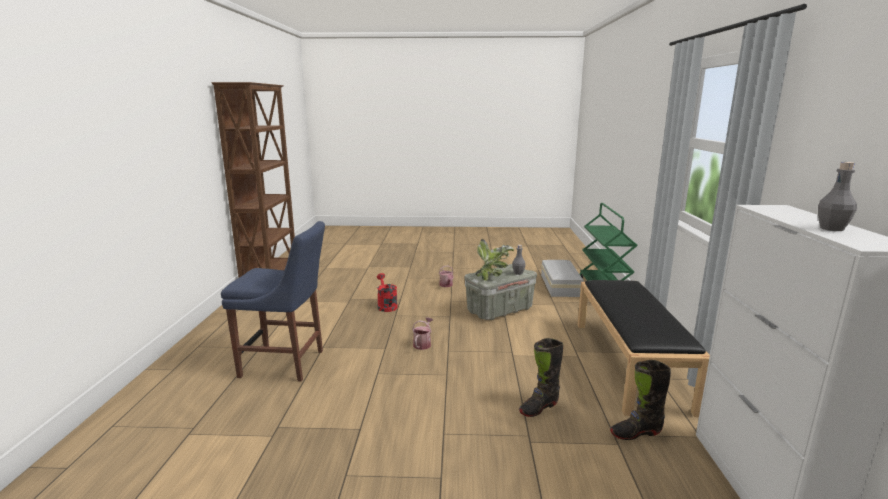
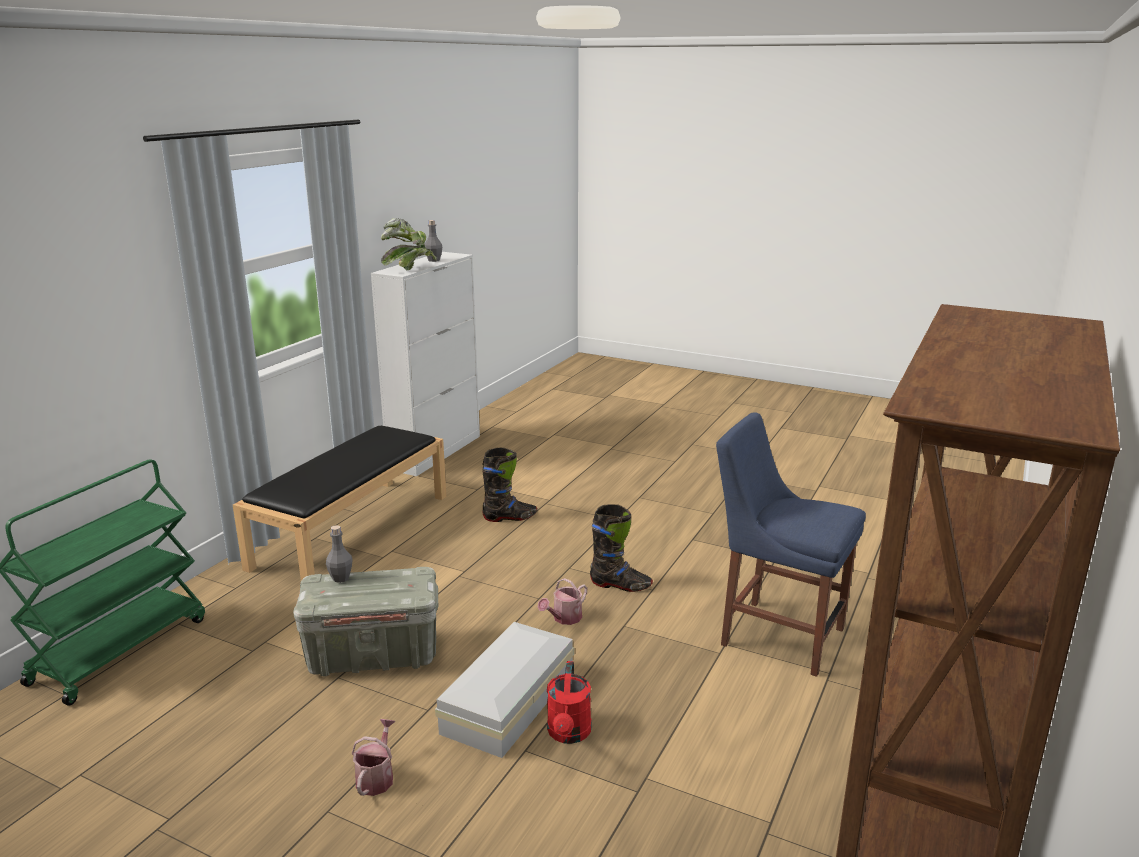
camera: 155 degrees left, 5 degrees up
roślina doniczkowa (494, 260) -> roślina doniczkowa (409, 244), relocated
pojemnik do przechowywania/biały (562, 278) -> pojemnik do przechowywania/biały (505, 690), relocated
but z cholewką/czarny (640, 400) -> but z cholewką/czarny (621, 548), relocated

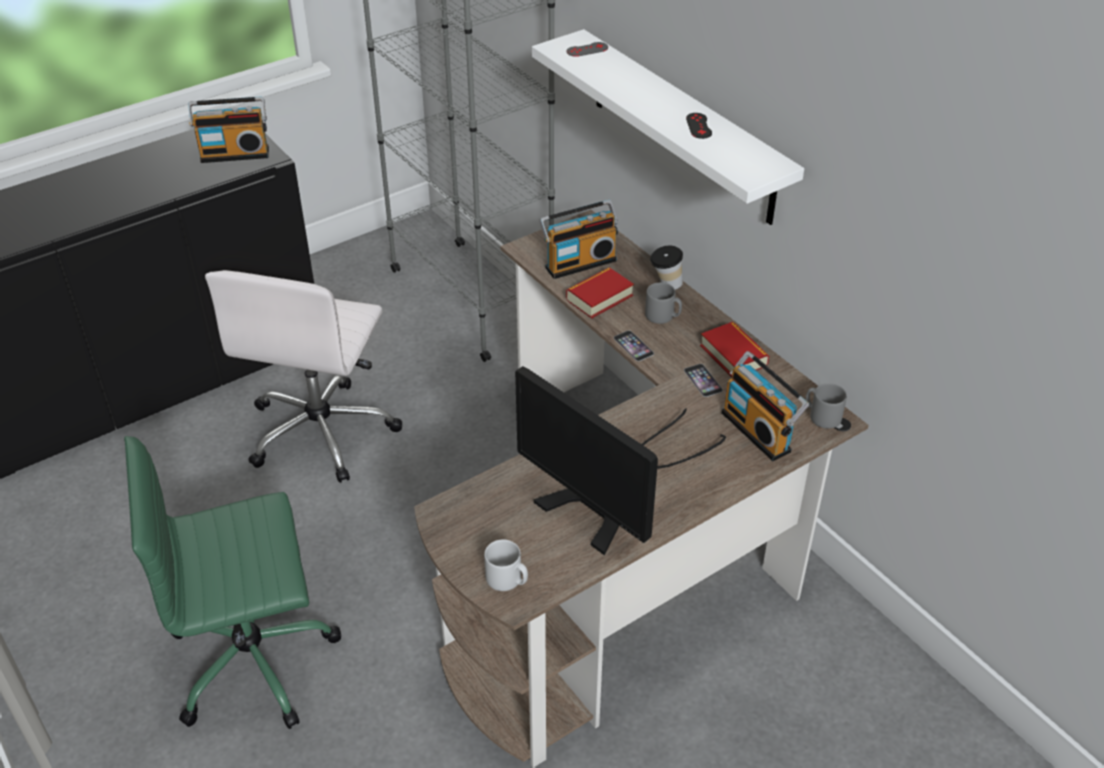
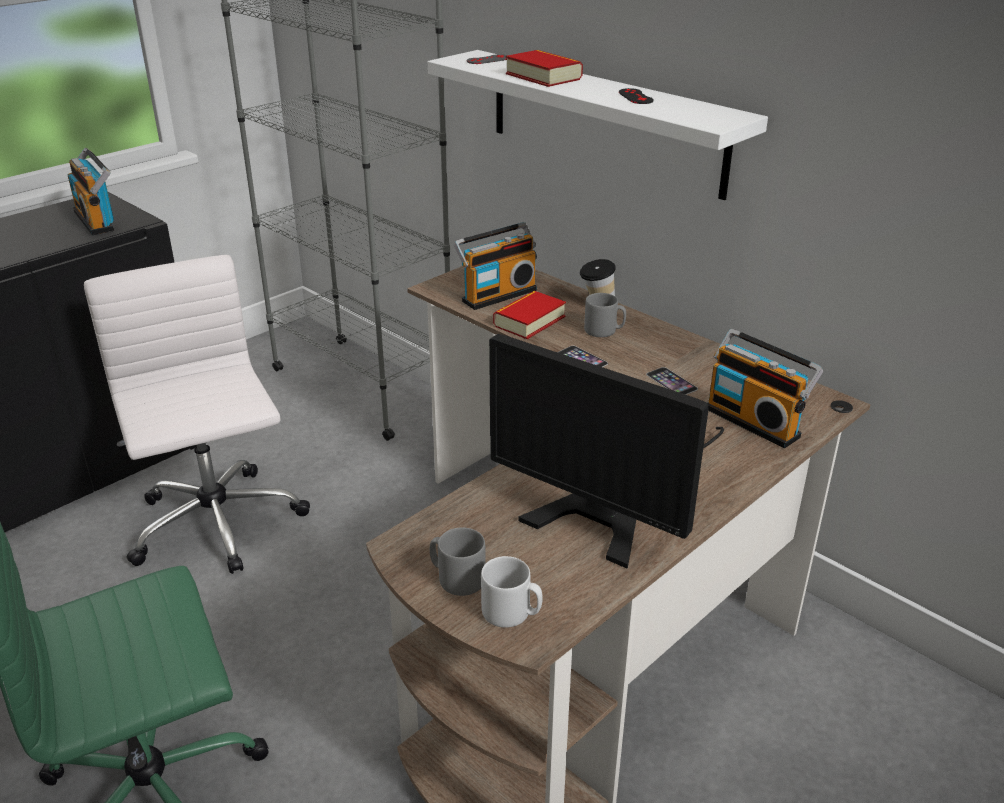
camera: 10 degrees left, 10 degrees down
książka (734, 349) -> książka (544, 68), relocated
kubek/szary (826, 406) -> kubek/szary (458, 561), relocated
radio (228, 130) -> radio (91, 191), 75 degrees clockwise
krzesło biurowe/biały (303, 376) -> krzesło biurowe/biały (197, 414), 150 degrees clockwise

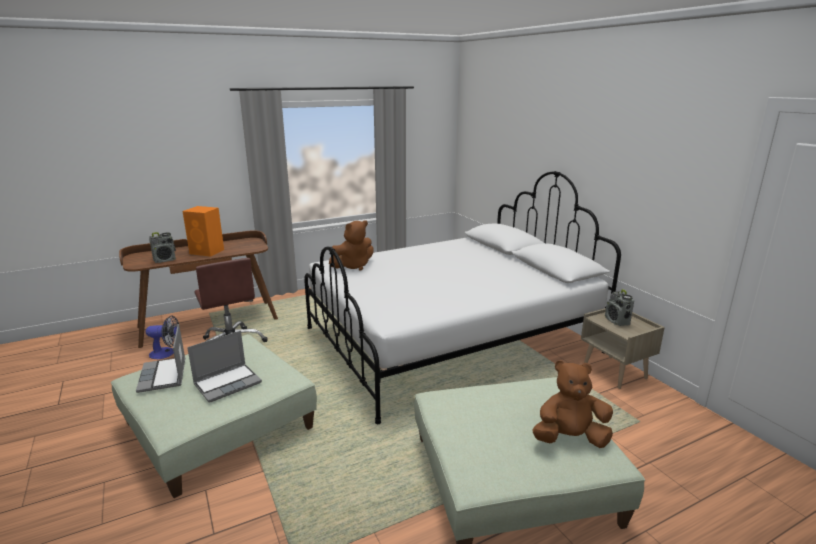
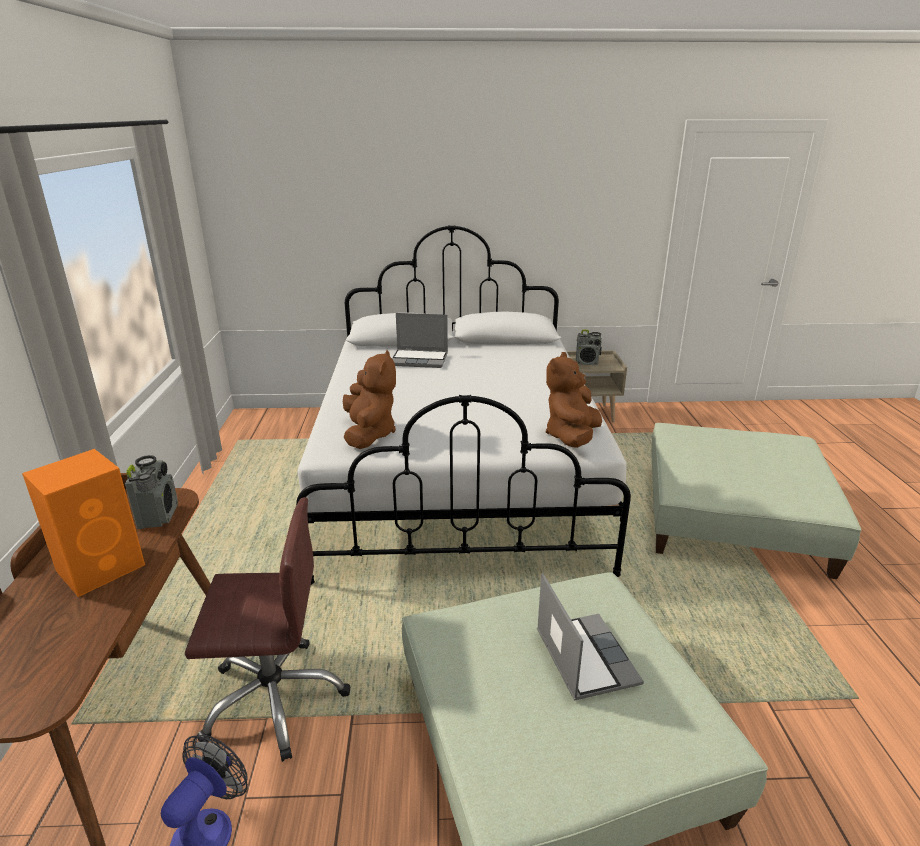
camera: 65 degrees left, 5 degrees up
laptop (160, 358) -> laptop (420, 340), relocated
radio (162, 247) -> radio (151, 492), relocated
pluszak/brązowy (572, 404) -> pluszak/brązowy (574, 400), relocated

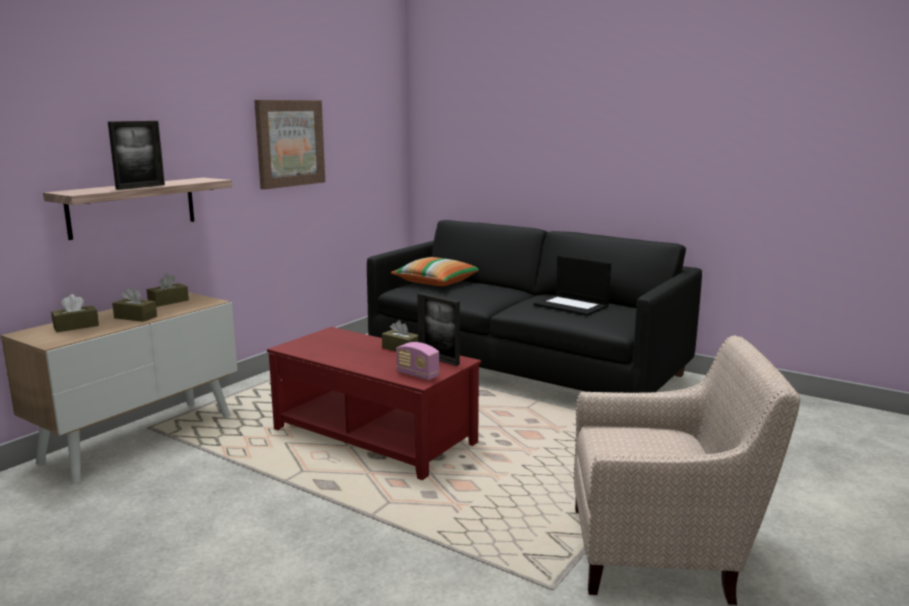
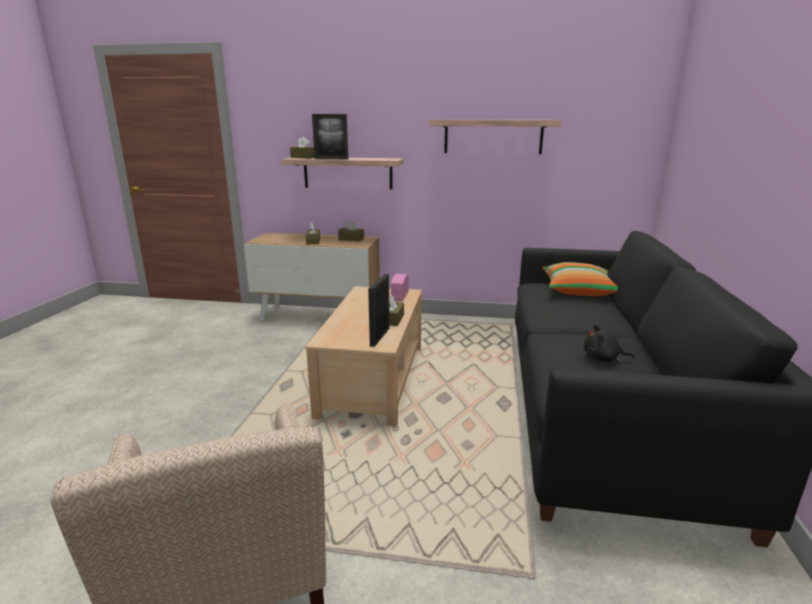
camera: 65 degrees right, 5 degrees up
pudełko chusteczek/brązowy (75, 313) -> pudełko chusteczek/brązowy (302, 148), relocated
radio (418, 361) -> radio (400, 288), relocated
obraz (289, 144) -> półka (495, 137)
laptop (572, 285) -> pluszak/czarny (609, 343)
ława/czerwony (374, 403) -> ława/beżowy (363, 356)

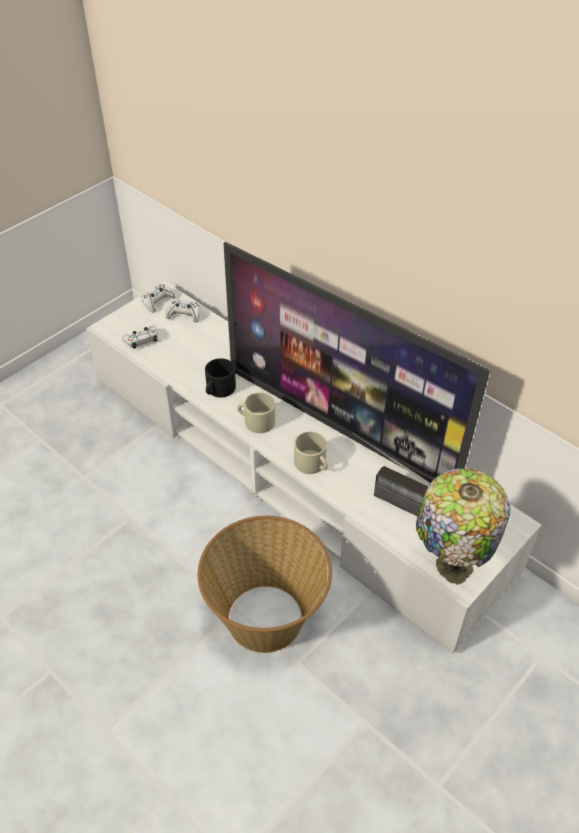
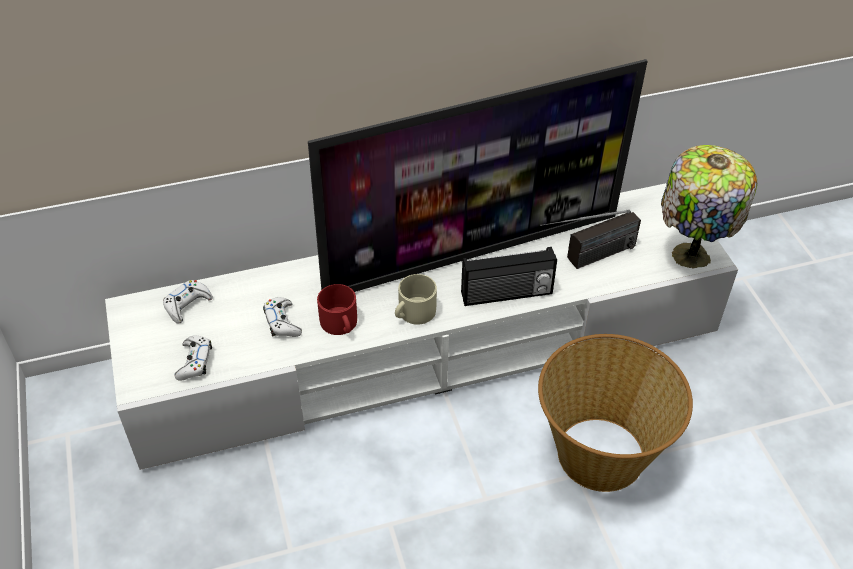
camera: 60 degrees left, 0 degrees up
pad do gier/biały (158, 298) -> pad do gier/biały (282, 317), relocated
kubek/beżowy (311, 453) -> radio (509, 276)
kubek/czarny (220, 378) -> kubek/czerwony (337, 309)

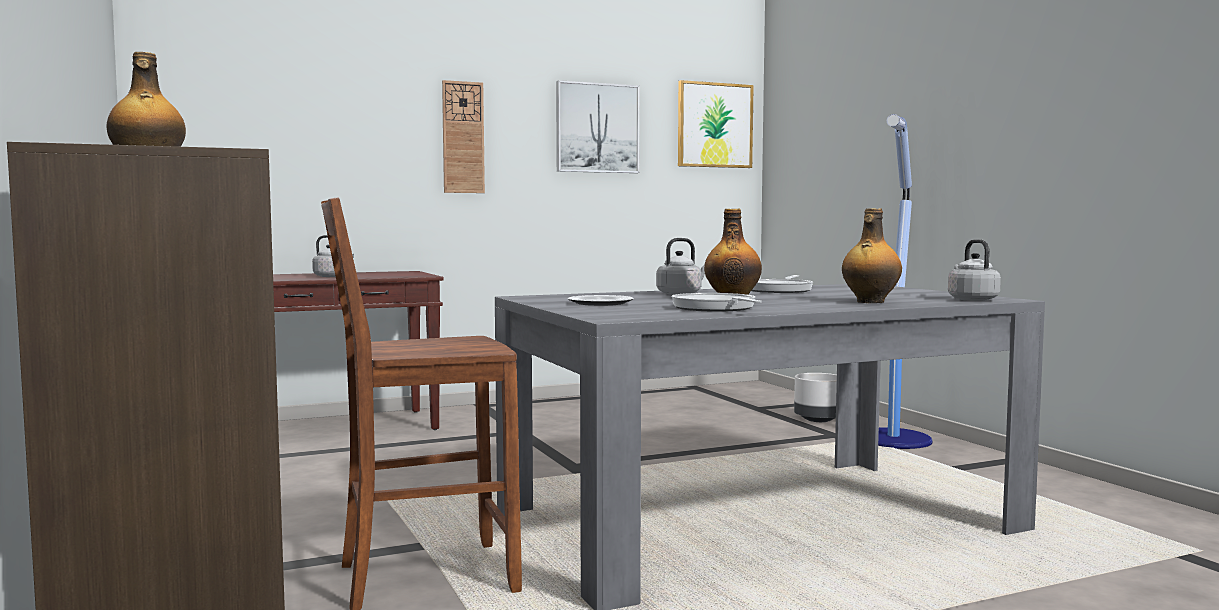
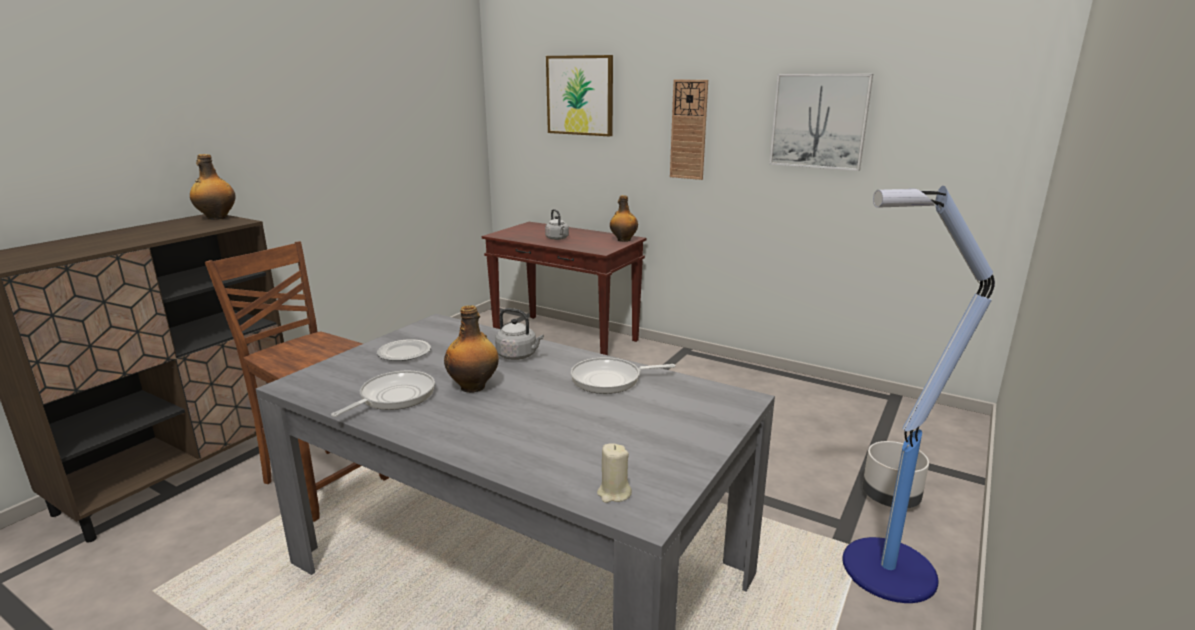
camera: 55 degrees right, 15 degrees up
obraz (716, 124) -> obraz (579, 95), relocated
butelka (872, 255) -> butelka (624, 218), relocated
czajnik/szary (974, 270) -> świeca/beżowy (614, 473)

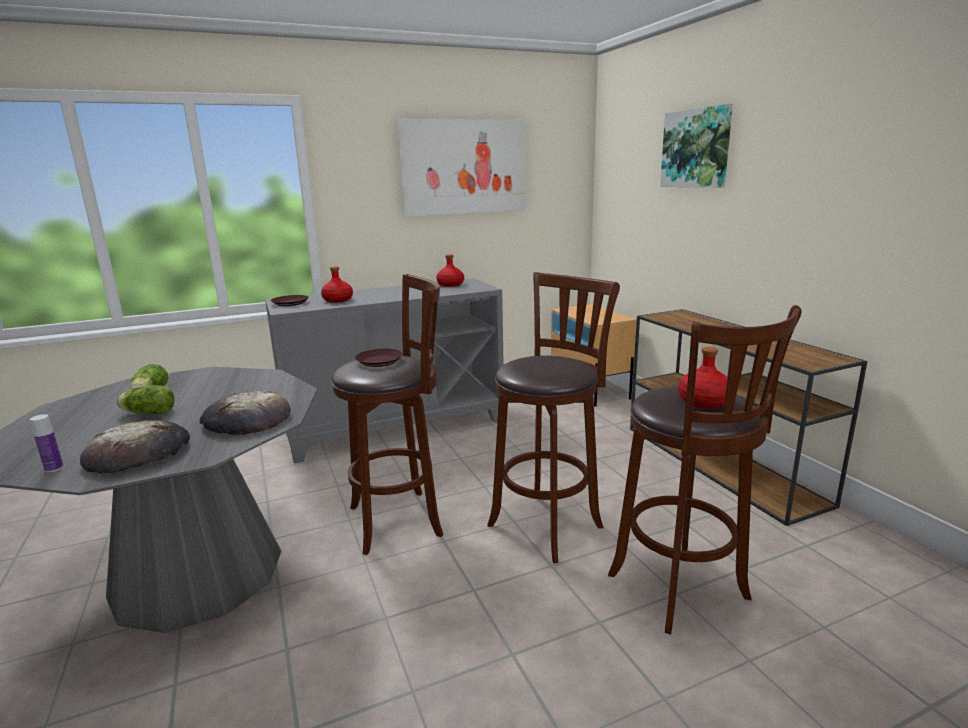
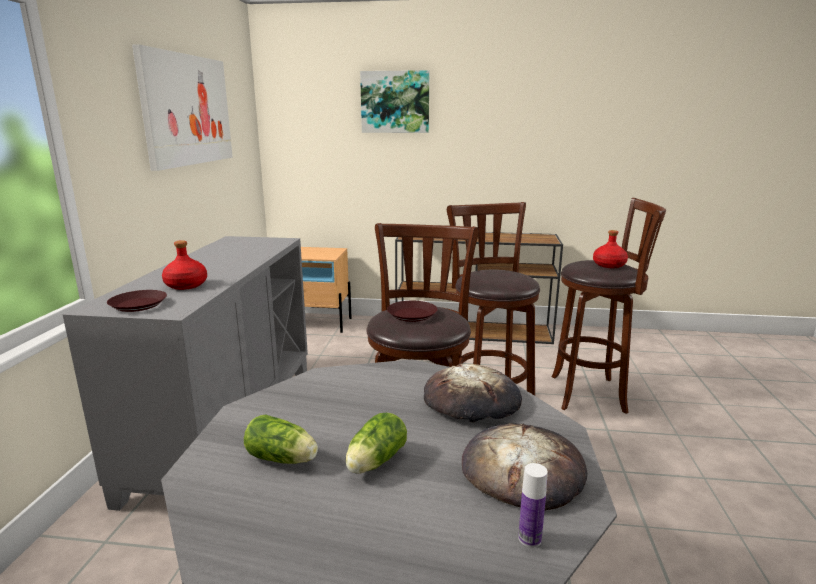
camera: 60 degrees left, 0 degrees up
butelka/czerwony (450, 270) -> none

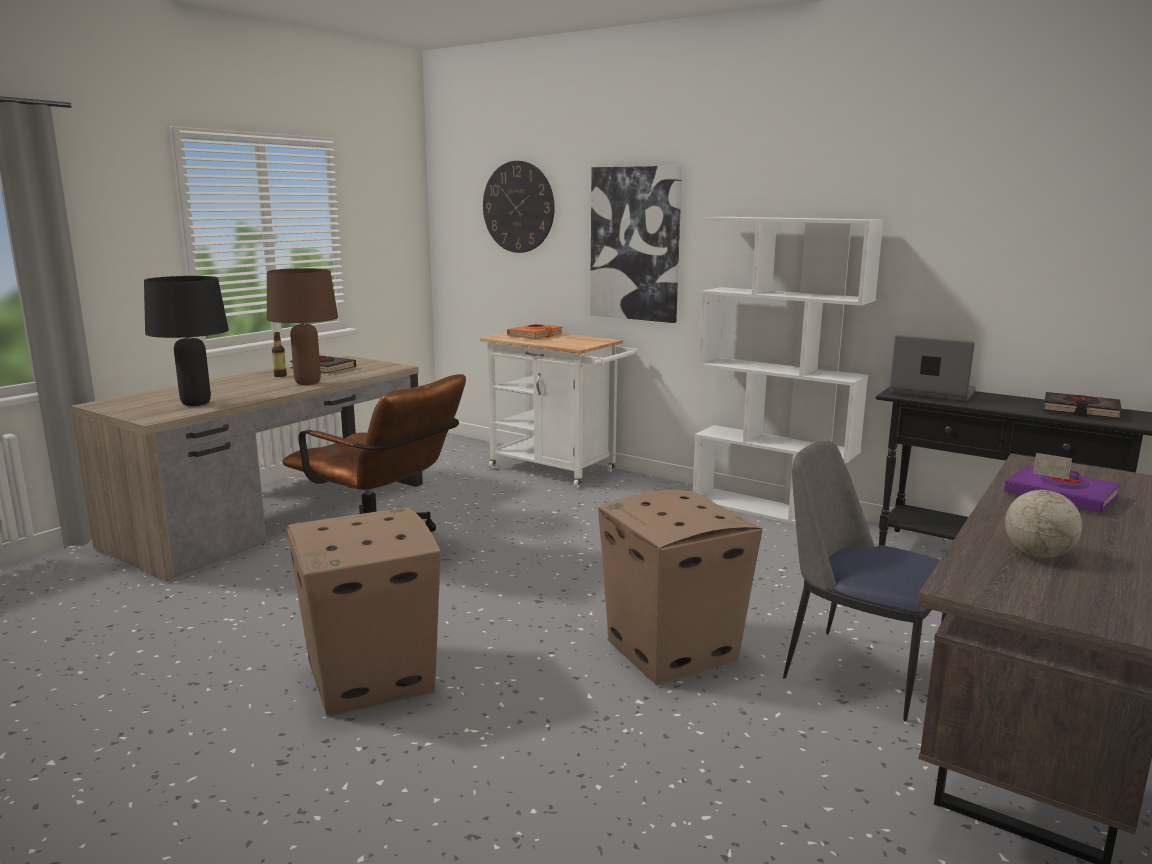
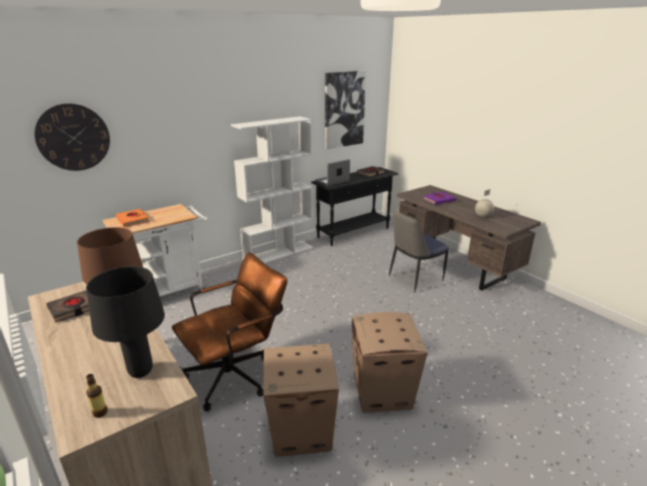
camera: 70 degrees left, 10 degrees up
butelka (279, 354) -> butelka (97, 396), relocated
obraz (636, 244) -> obraz (345, 110), relocated
karton (680, 587) -> karton (301, 400), relocated

